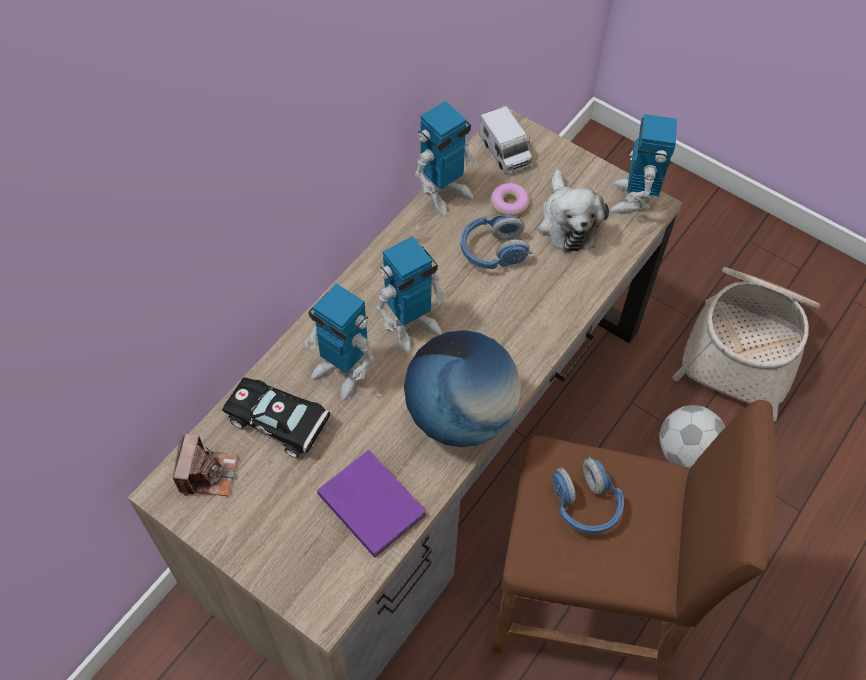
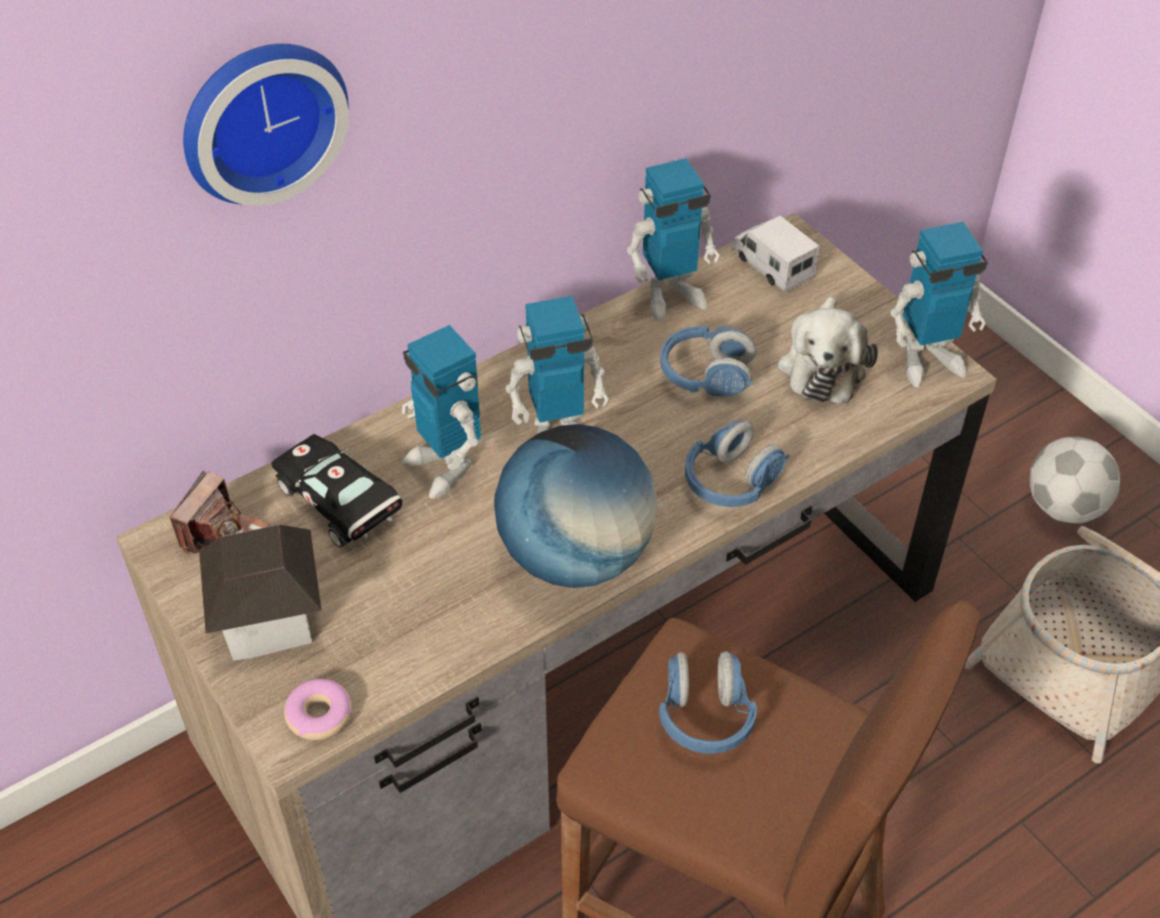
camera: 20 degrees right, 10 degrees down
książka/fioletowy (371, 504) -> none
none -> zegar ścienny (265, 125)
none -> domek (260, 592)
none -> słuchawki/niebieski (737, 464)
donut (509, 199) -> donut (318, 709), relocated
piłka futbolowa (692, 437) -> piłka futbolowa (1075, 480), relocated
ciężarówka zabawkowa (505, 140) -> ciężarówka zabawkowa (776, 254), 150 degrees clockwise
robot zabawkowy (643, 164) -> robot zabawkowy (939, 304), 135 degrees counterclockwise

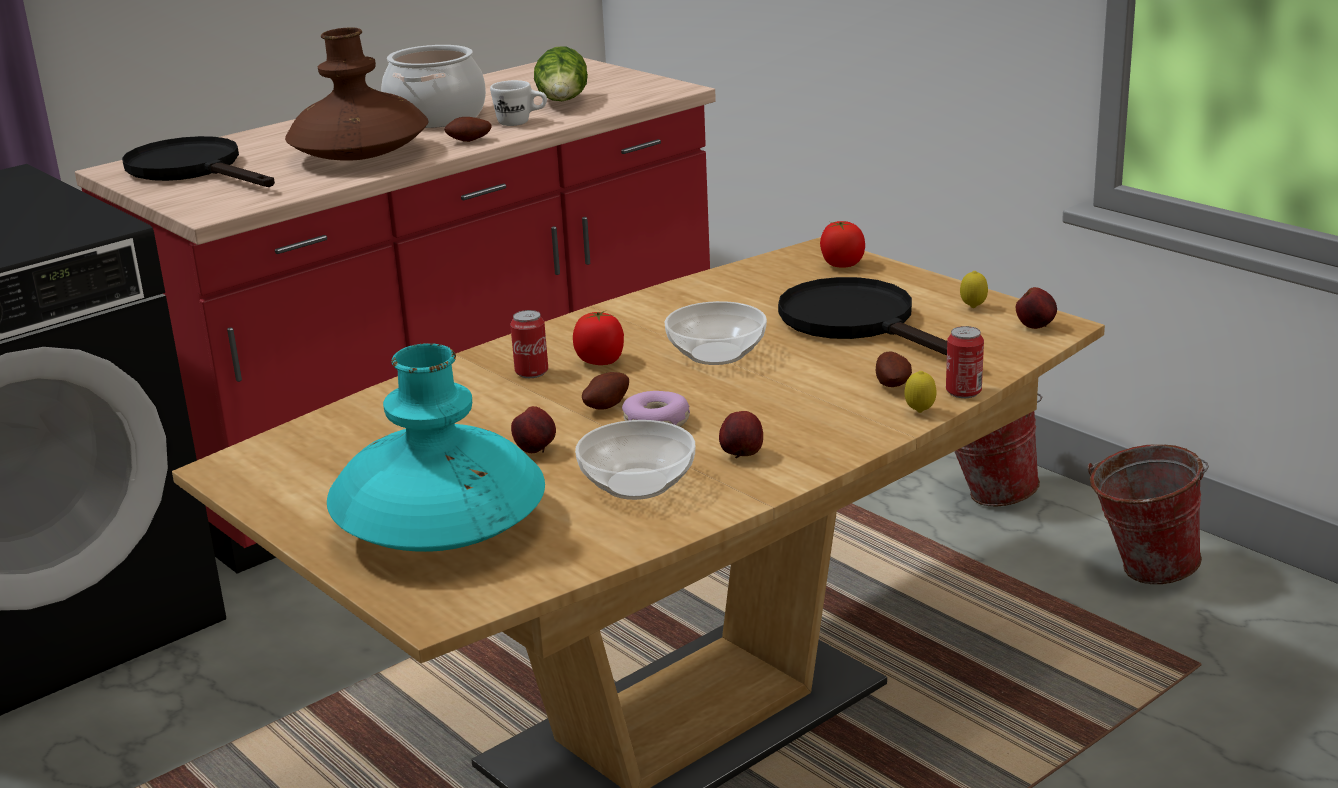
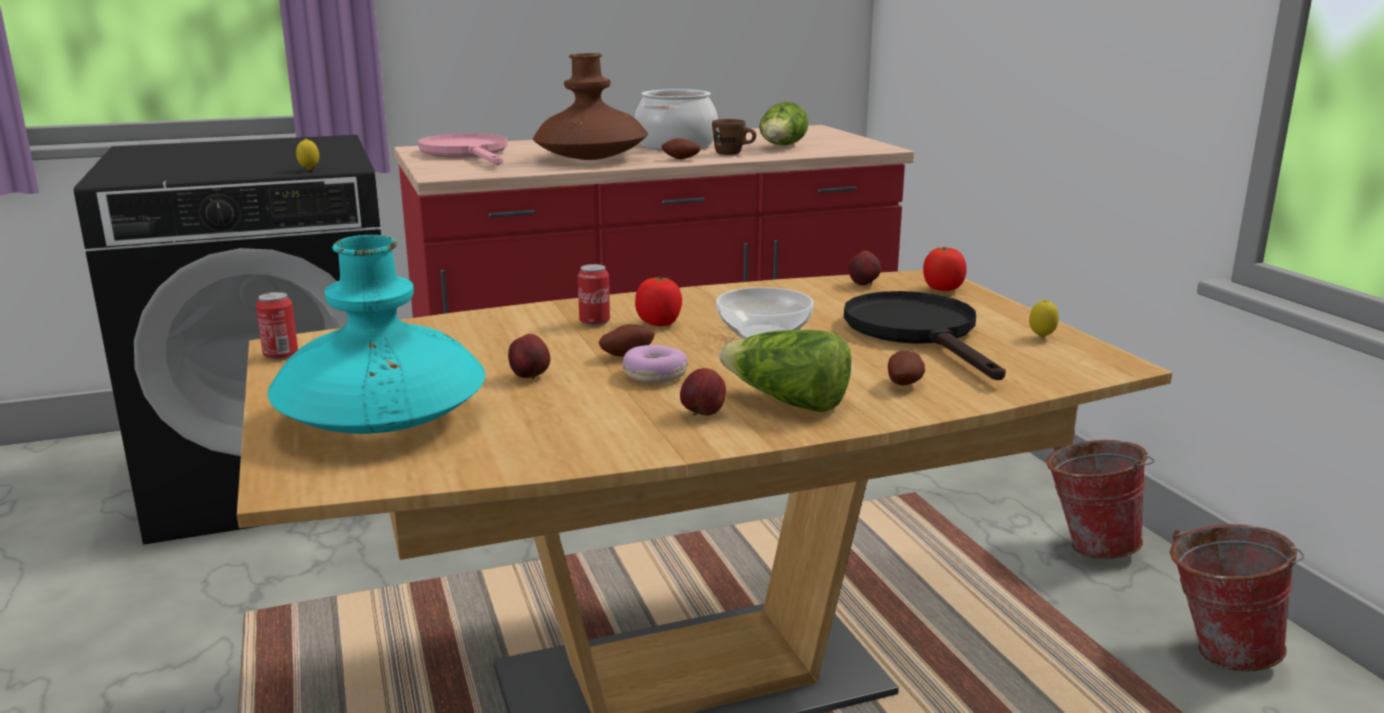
camera: 20 degrees right, 5 degrees down
miska (635, 460) -> none
none -> sałata (785, 371)
cytryna (920, 392) -> cytryna (307, 154), relocated
puszka (965, 362) -> puszka (277, 326), relocated
jabłko (1036, 308) -> jabłko (864, 268), relocated
patelnia/czarny (198, 161) -> patelnia/różowy (462, 149)
kubek/biały (518, 103) -> kubek/brązowy (734, 137)

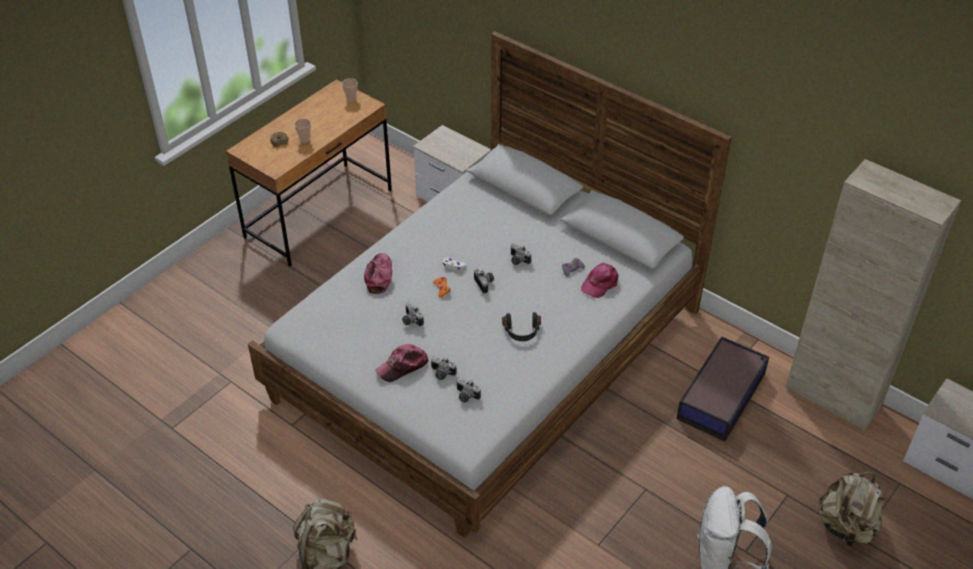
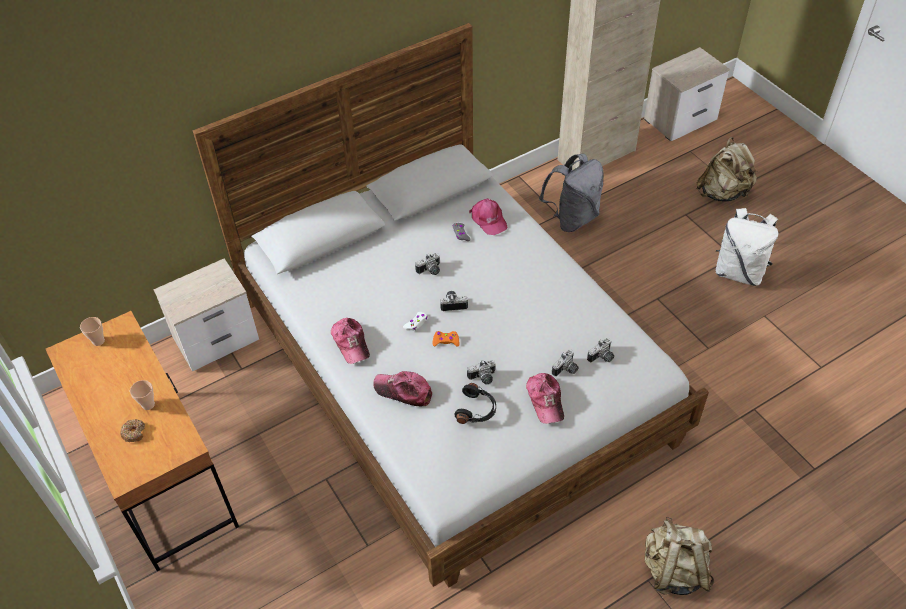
camera: 70 degrees left, 5 degrees up
none -> czapka z daszkiem (350, 341)
słuchawki/czarny (521, 326) -> słuchawki/czarny (475, 403), relocated
pojemnik do przechowywania (722, 389) -> plecak/szary (571, 193)

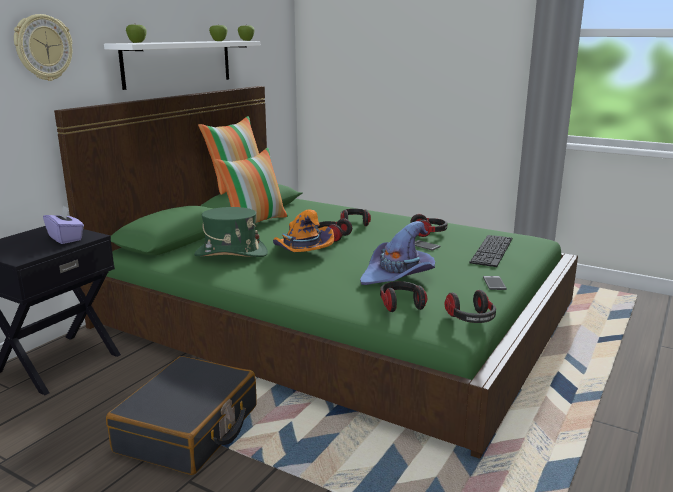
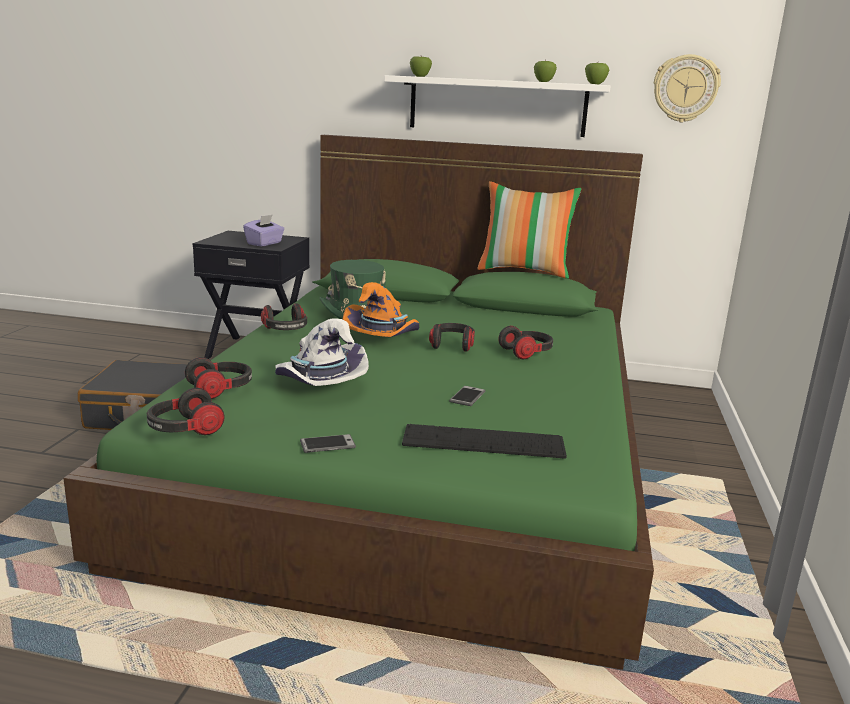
camera: 70 degrees right, 0 degrees up
poduszka (251, 185) -> none
zegar ścienny (43, 47) -> zegar ścienny (687, 88), relocated
słuchawki (429, 225) -> słuchawki (284, 316), relocated
kapelusz/fioletowy (397, 253) -> kapelusz/biały (322, 352)

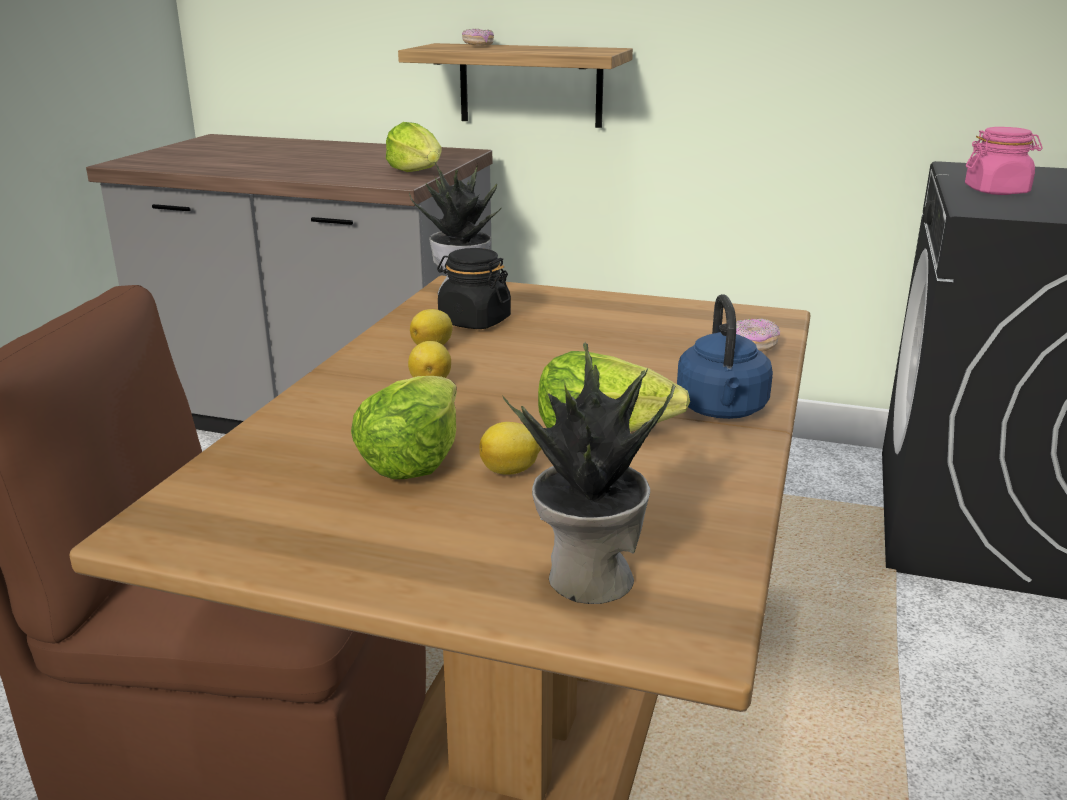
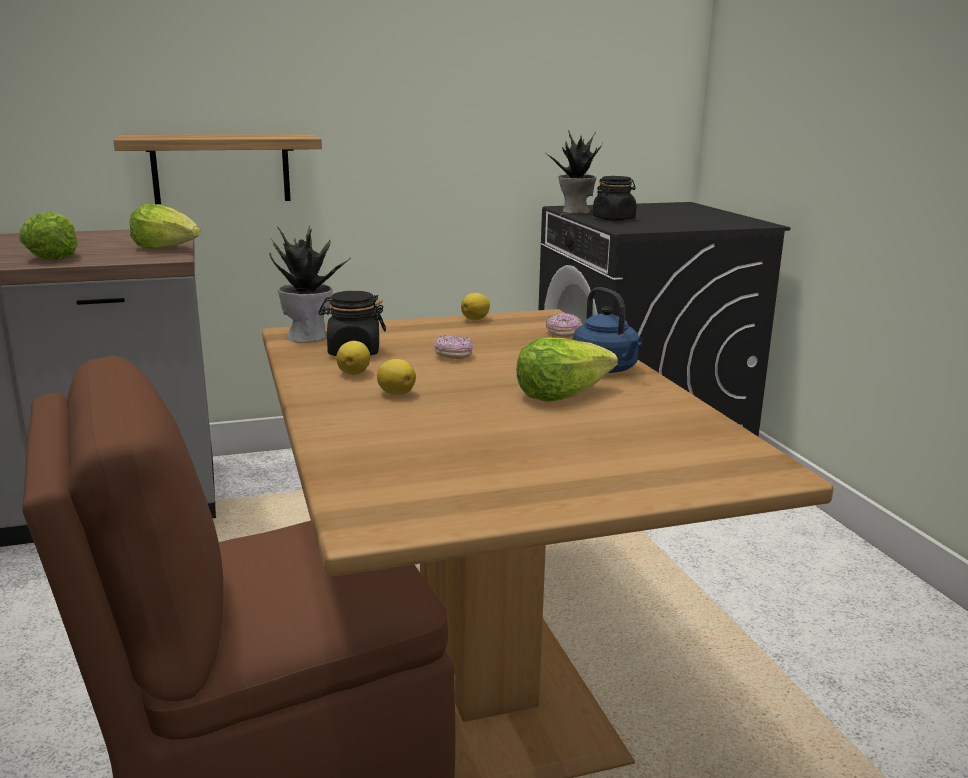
camera: 35 degrees left, 5 degrees down
sałata (404, 427) -> sałata (48, 236), relocated
donut (478, 37) -> donut (453, 347), relocated
cytryna (510, 448) -> cytryna (475, 306), relocated
roślina doniczkowa (588, 473) -> roślina doniczkowa (573, 172), relocated
słoik/różowy (1004, 161) -> słoik/czarny (615, 198)

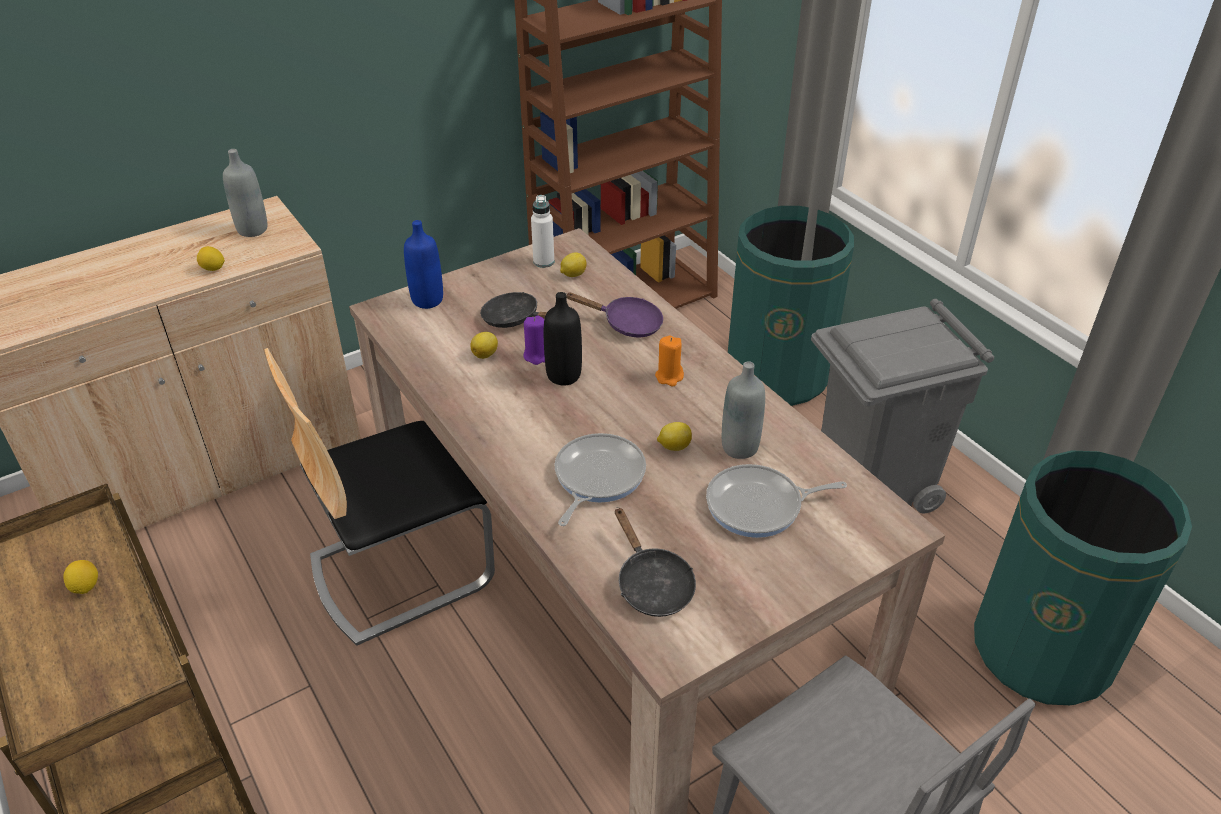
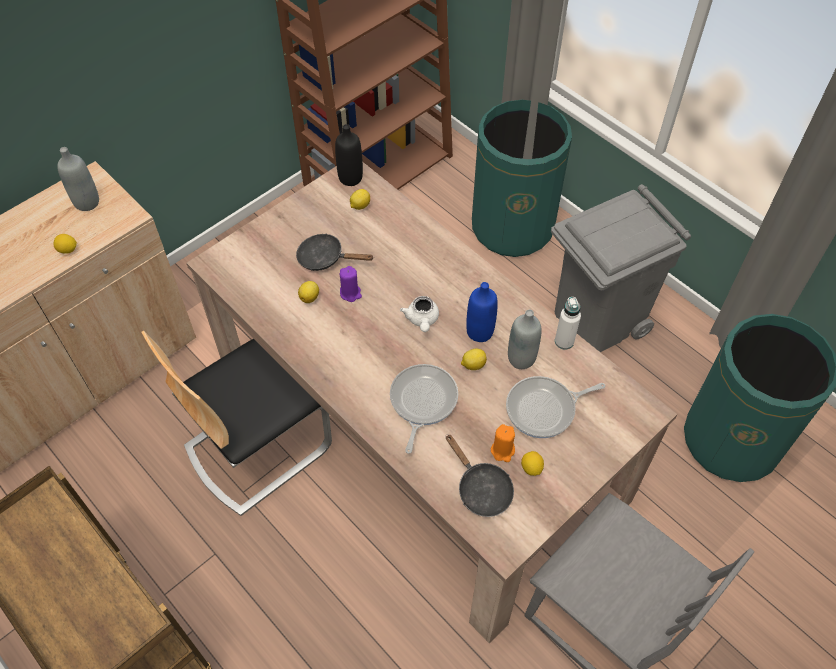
camera: 10 degrees left, 15 degrees up
patelnia/fioletowy (614, 314) -> none
none -> imbryk/biały (419, 314)
cytryna (80, 577) -> cytryna (532, 463), relocated
butelka/niebieski (423, 264) -> butelka/niebieski (482, 312), relocated
butelka/biały (542, 231) -> butelka/biały (568, 323), relocated
butelka/czarny (563, 339) -> butelka/czarny (349, 155), relocated
świeca/pomarańczowy (669, 360) -> świeca/pomarańczowy (503, 443), relocated

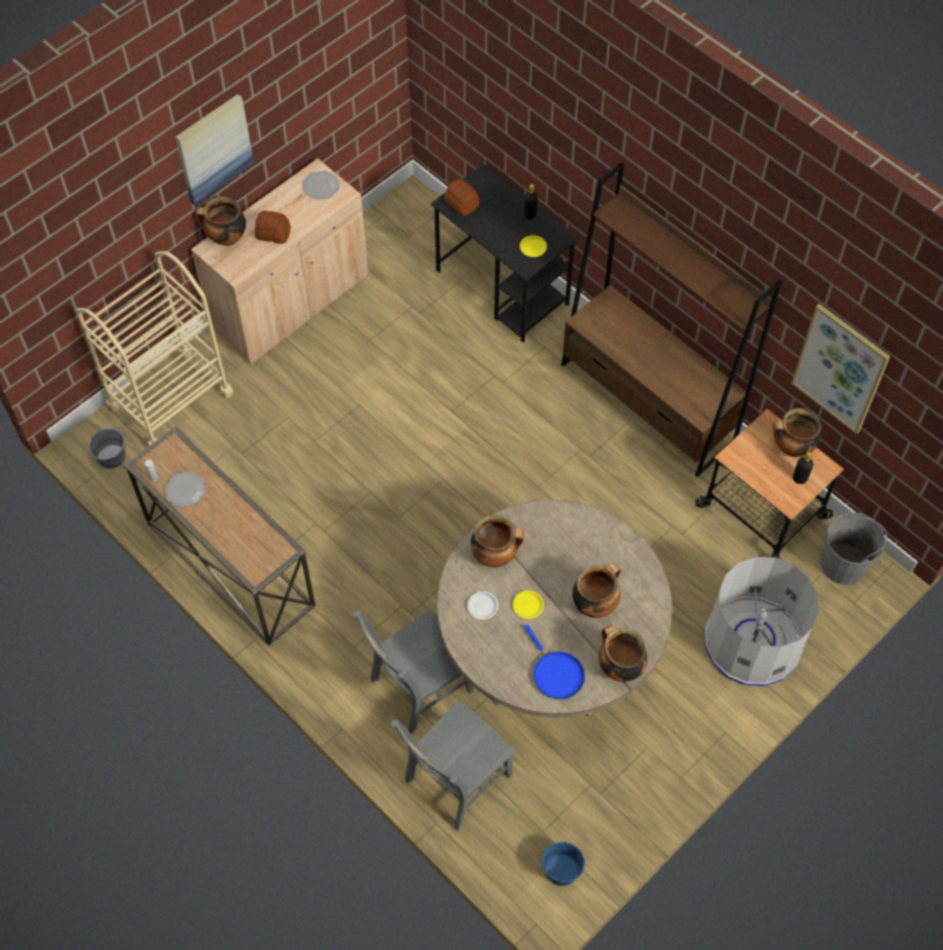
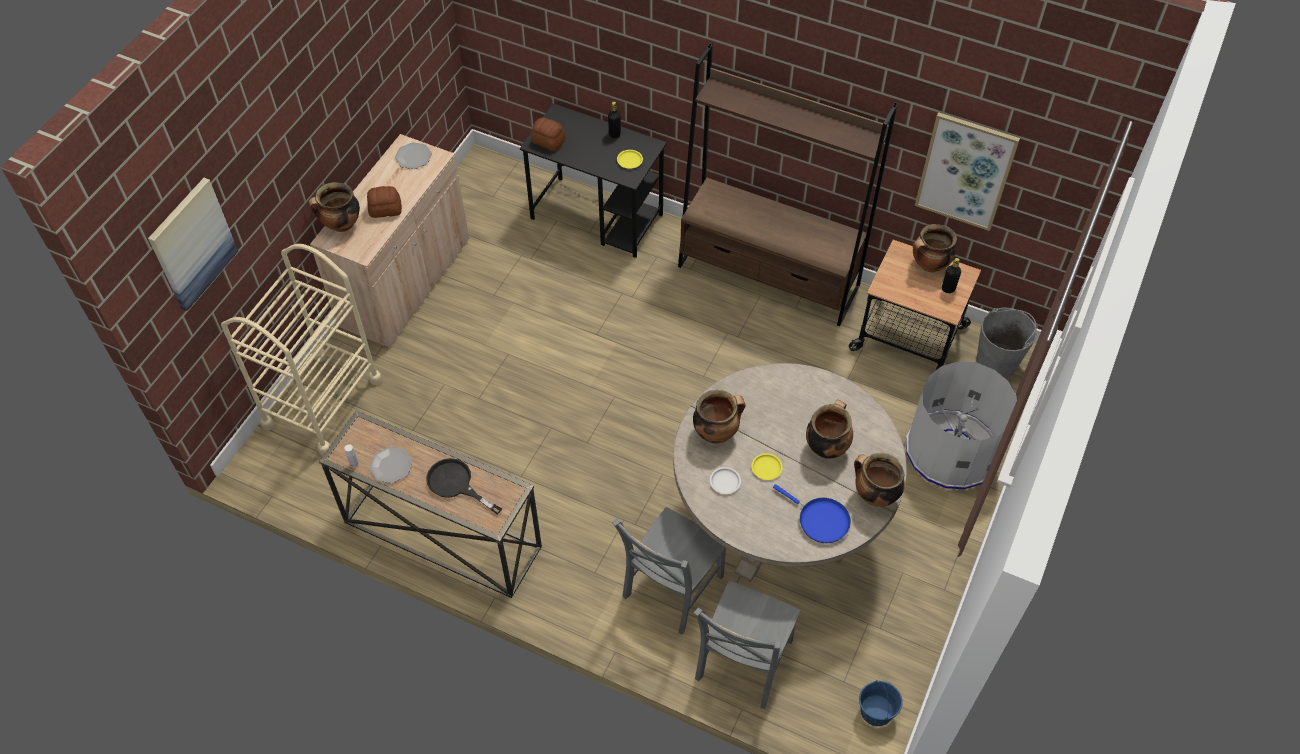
camera: 20 degrees left, 5 degrees down
wiadro/szary (107, 448) -> none
none -> patelnia/czarny (464, 486)
obraz (214, 150) -> obraz (193, 244), relocated

